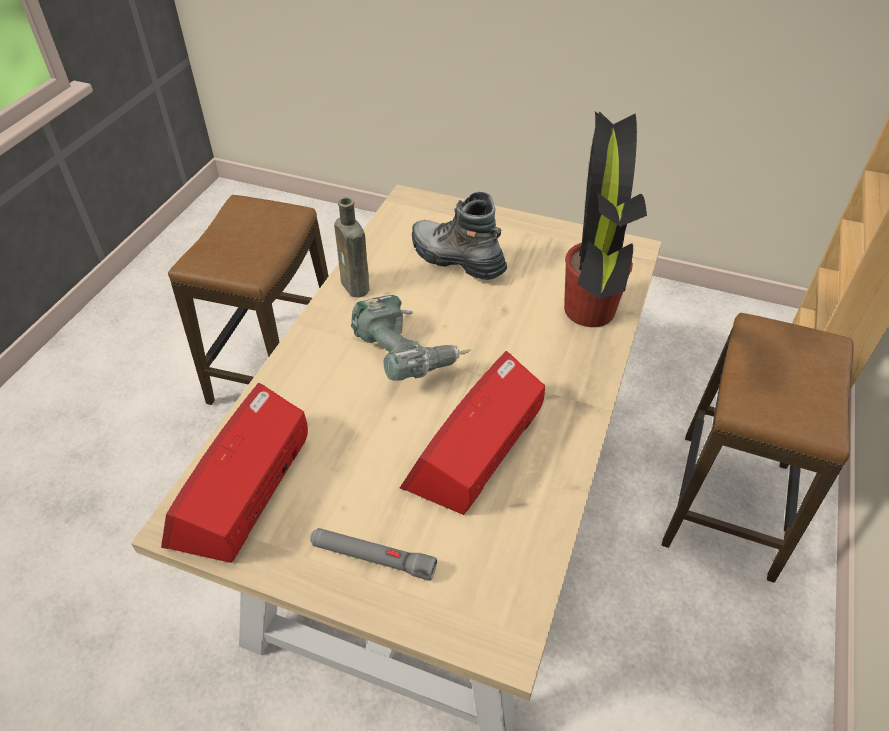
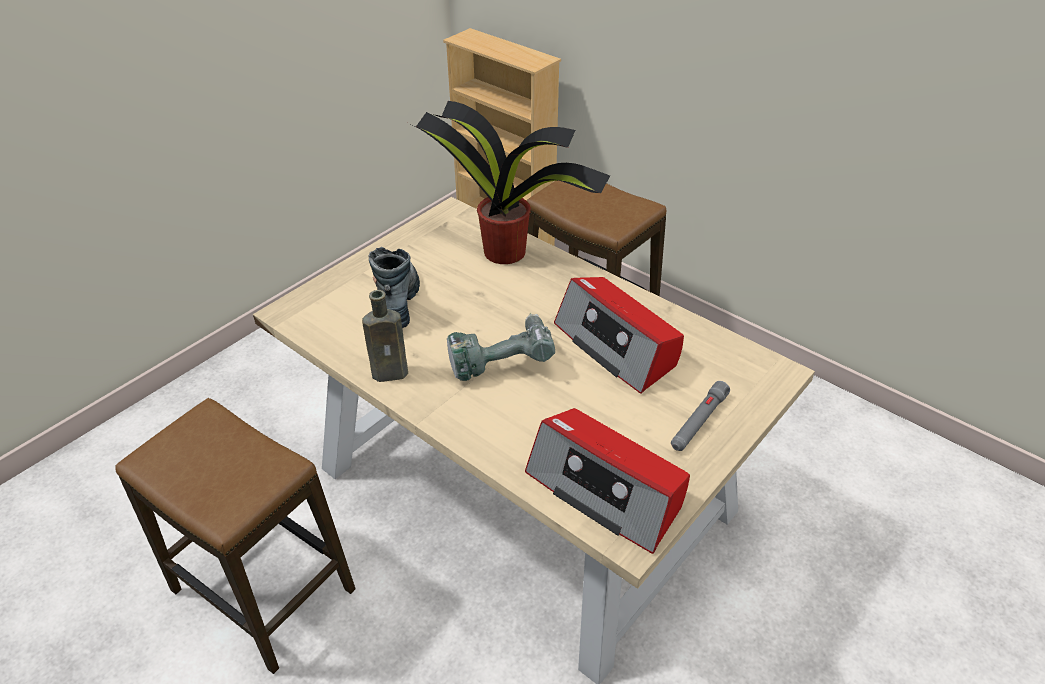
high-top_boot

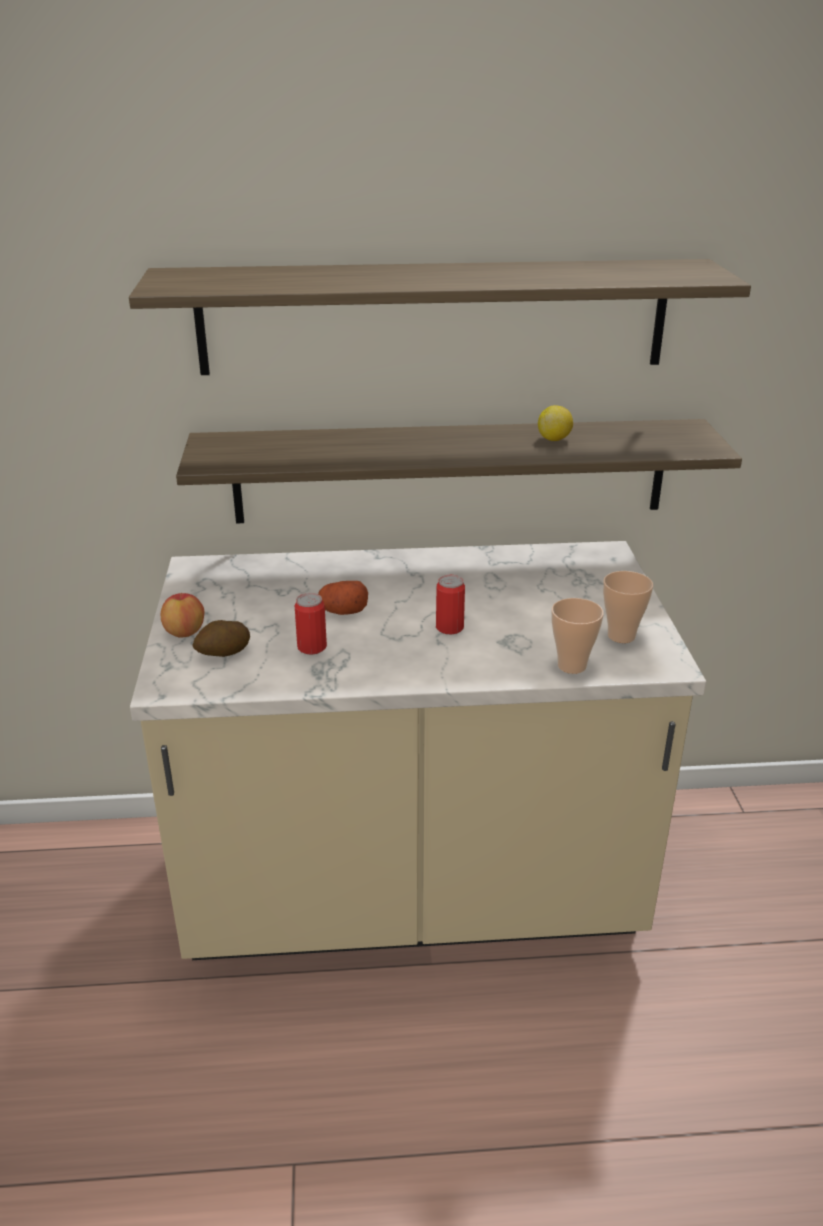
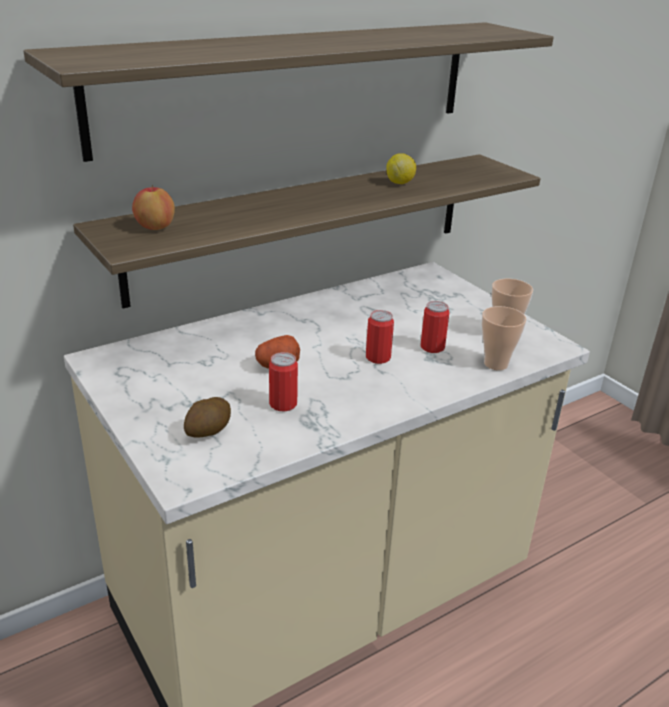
apple
metal_can (3rd from left)

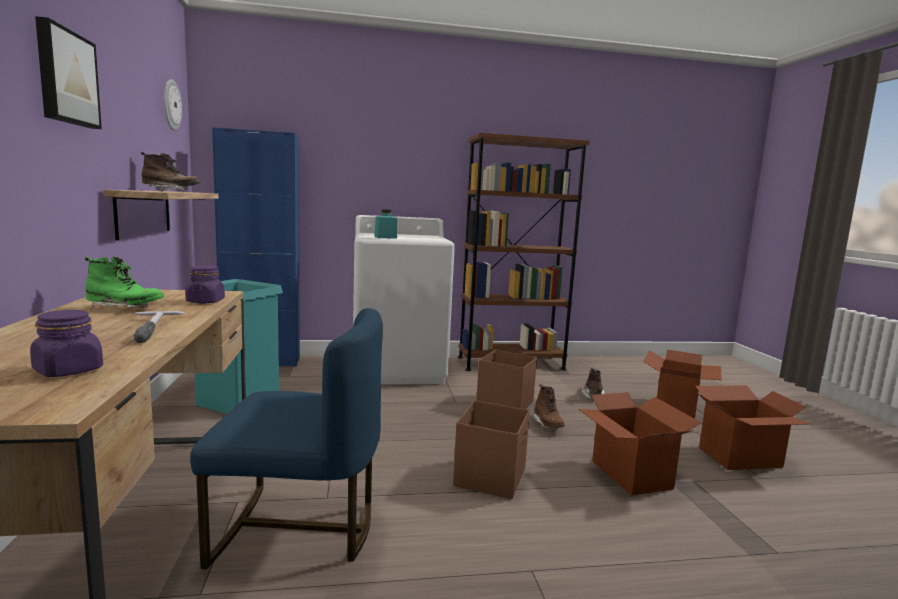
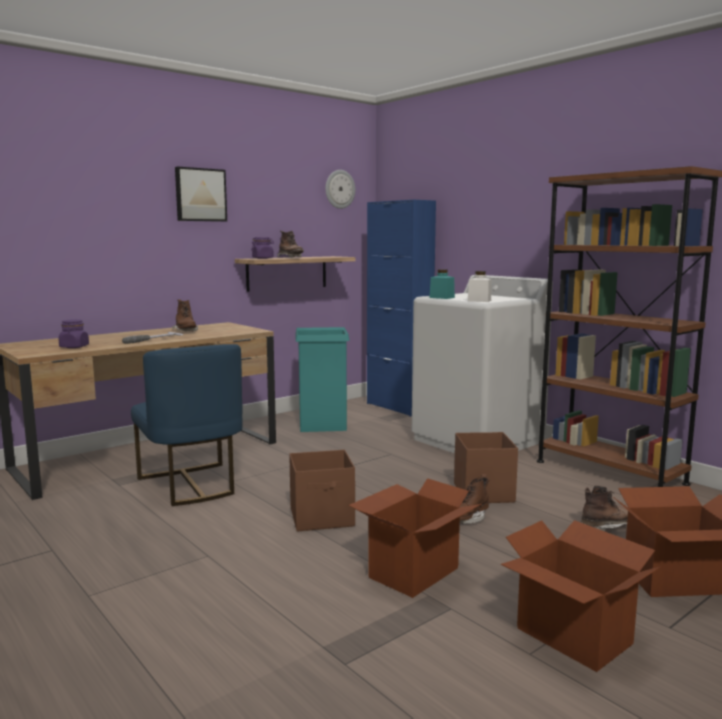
brown_high-top_boot (1st from left)
purple_storage_jar (2nd from left)
white_storage_jar

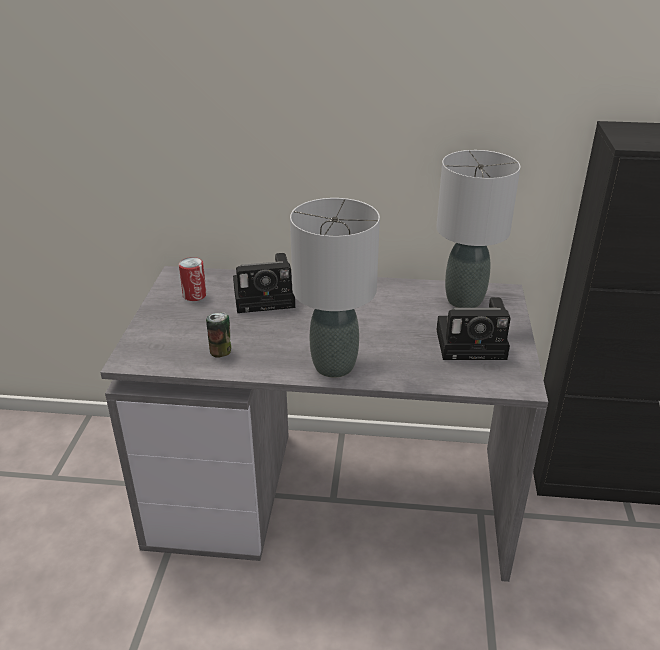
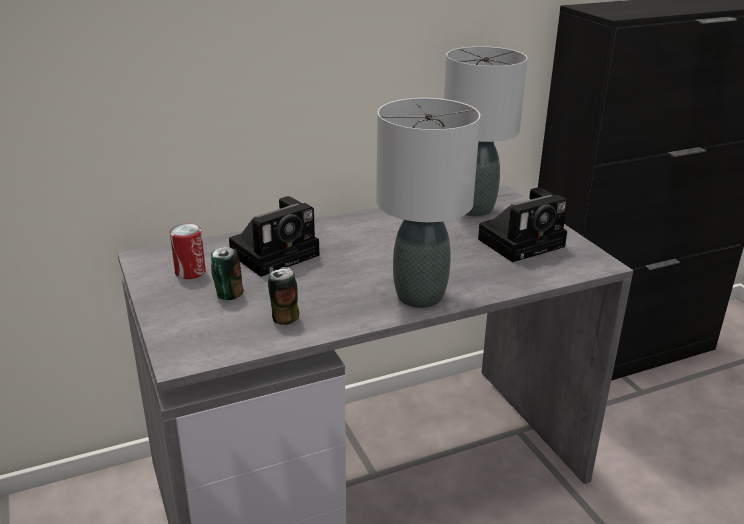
metal_can (2nd from left)

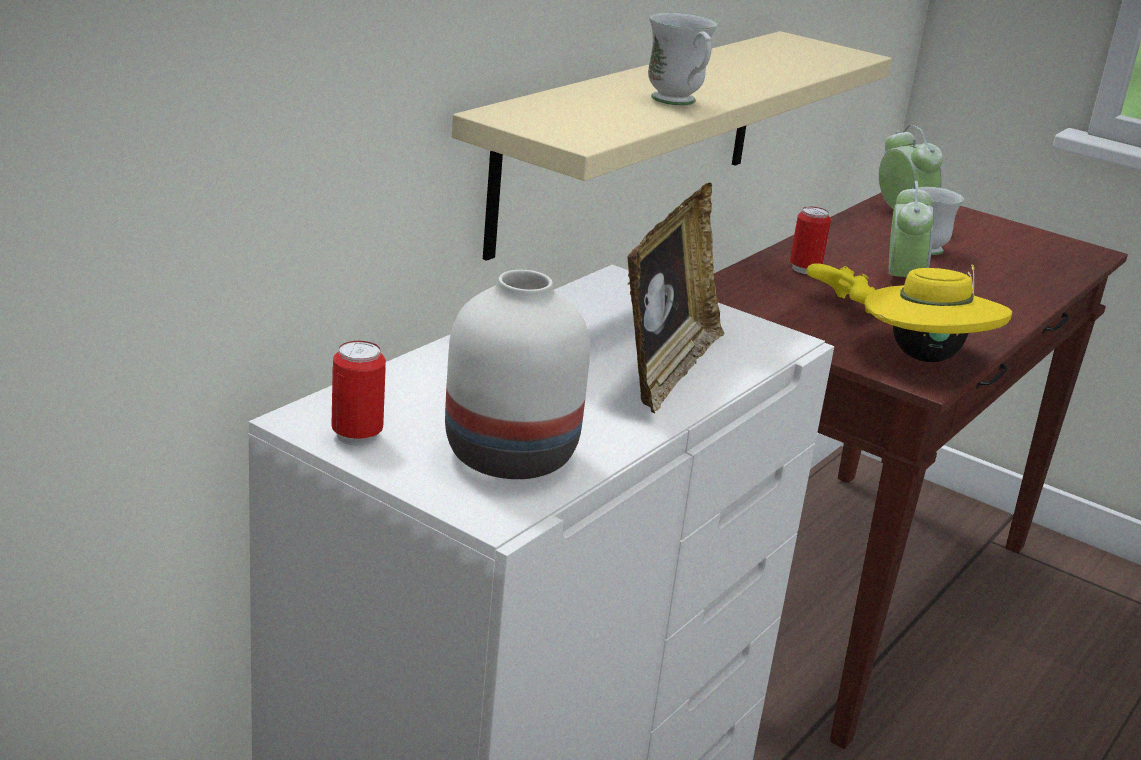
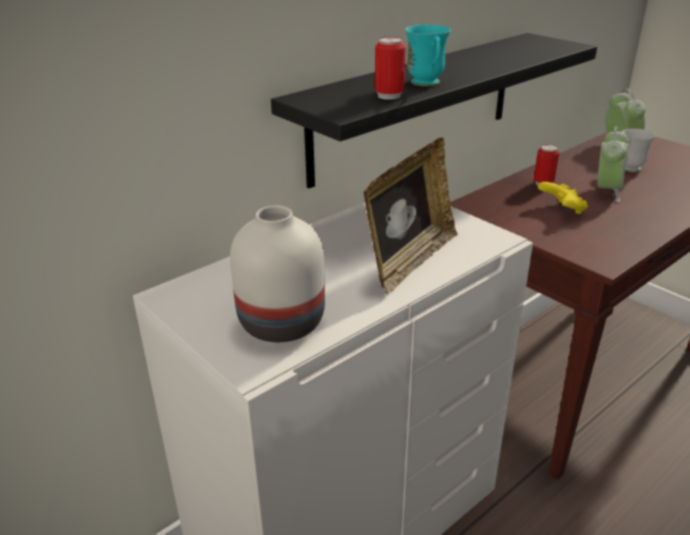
metal_can (1st from left)
black-coloured_bracket_shelf
blue-green_tea_mug
yellowish_wearable_hat

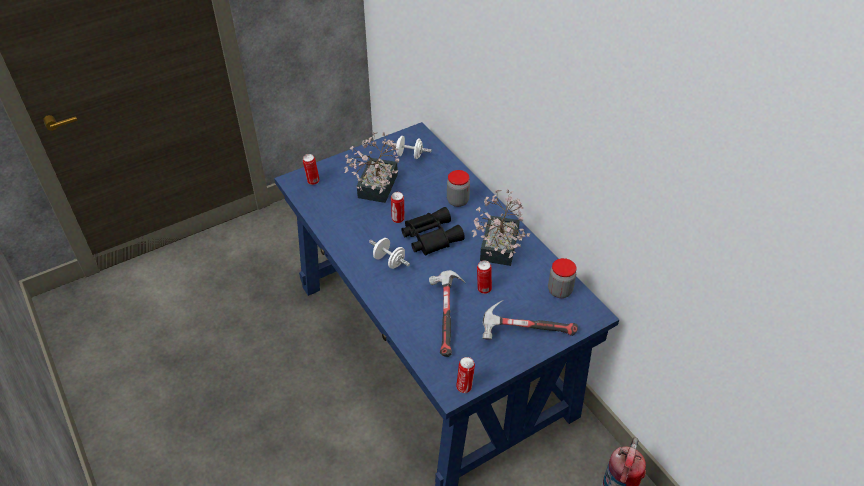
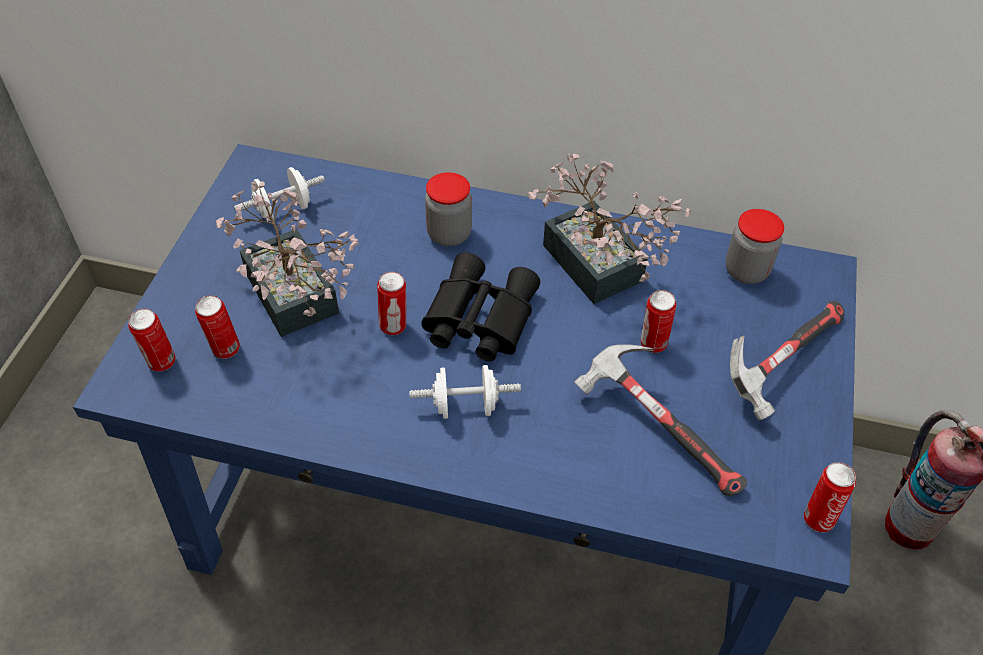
metal_can (2nd from left)

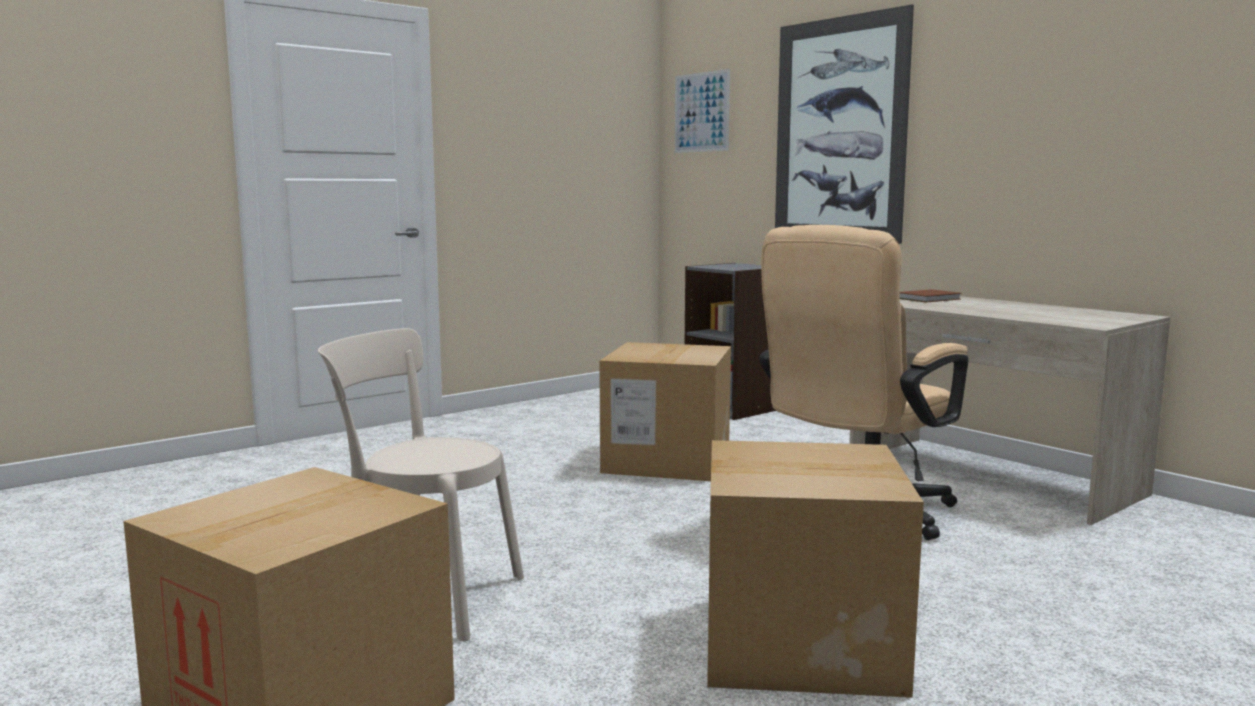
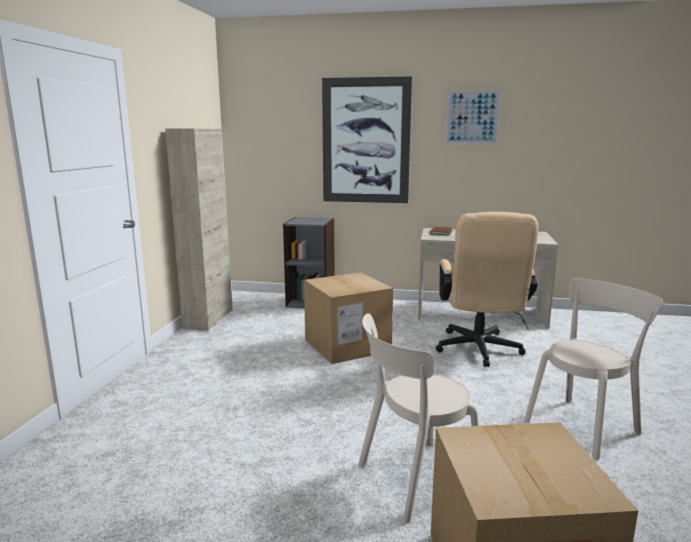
wall_picture (2nd from left)
sand-coloured_plain_chair (2nd from left)
sand-coloured_cabinet

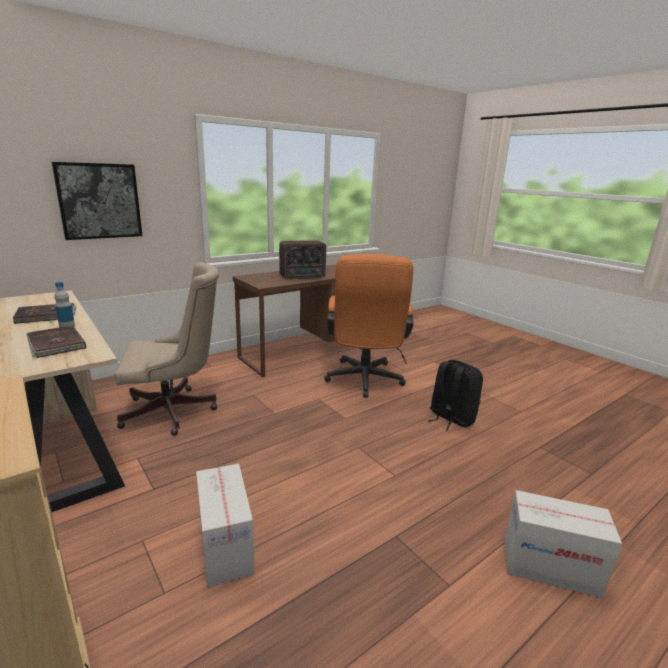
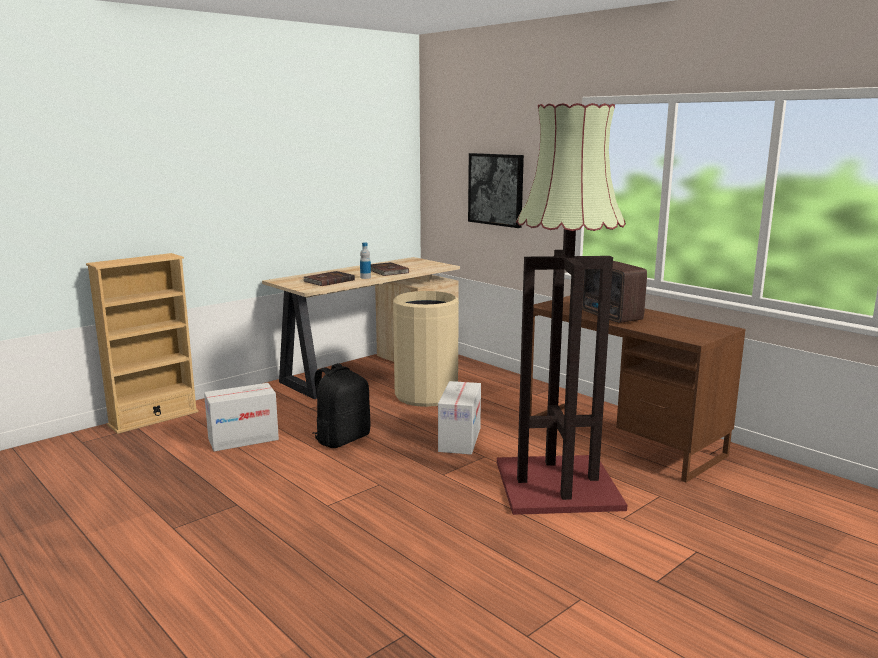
sand-coloured_rubbish_bin
standard_lamp
black-coloured_backpack
carton (2nd from left)

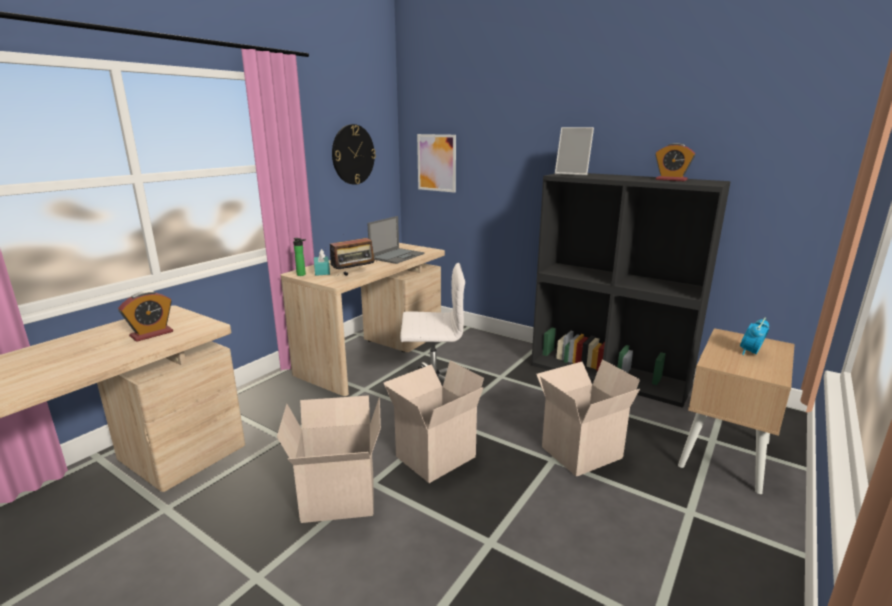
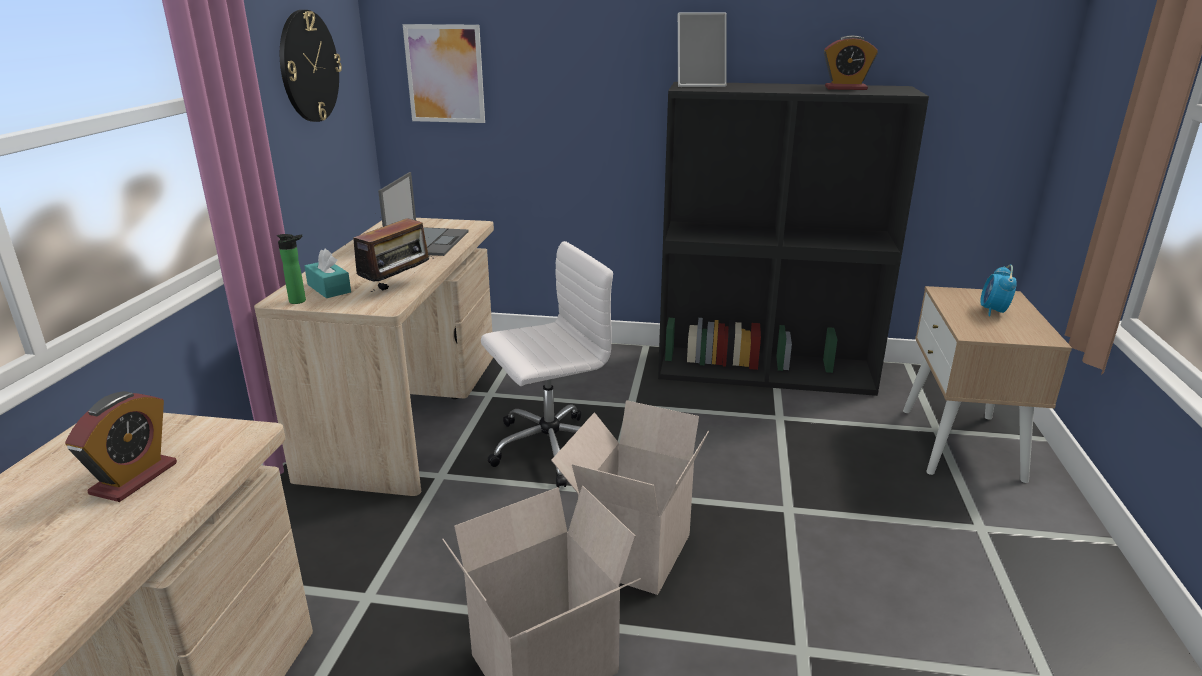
carton (3rd from left in the first image)

